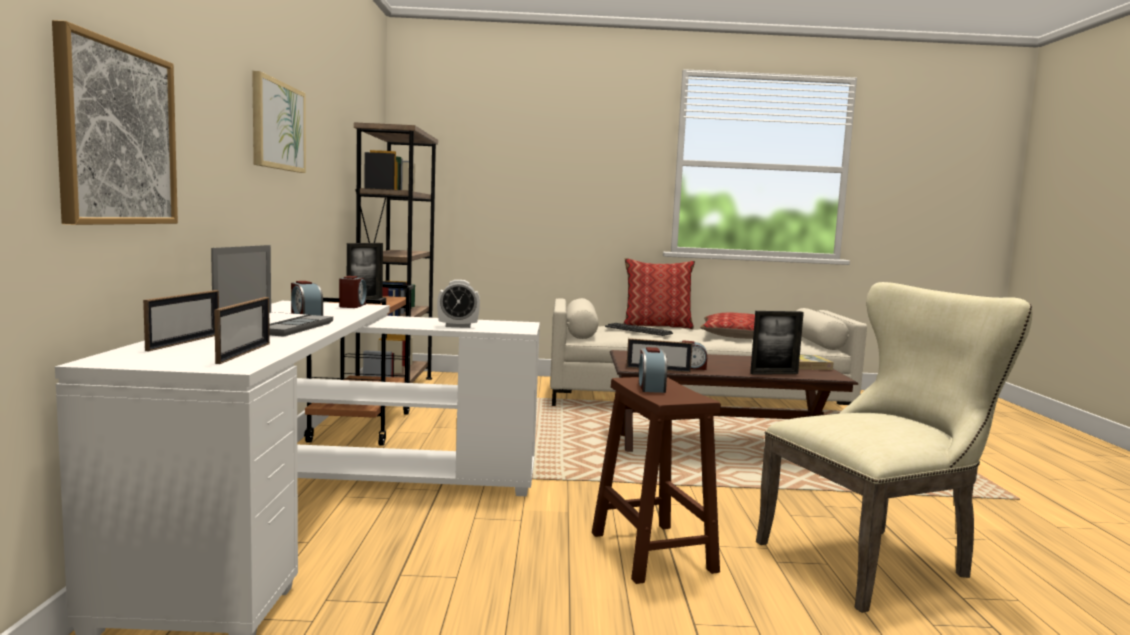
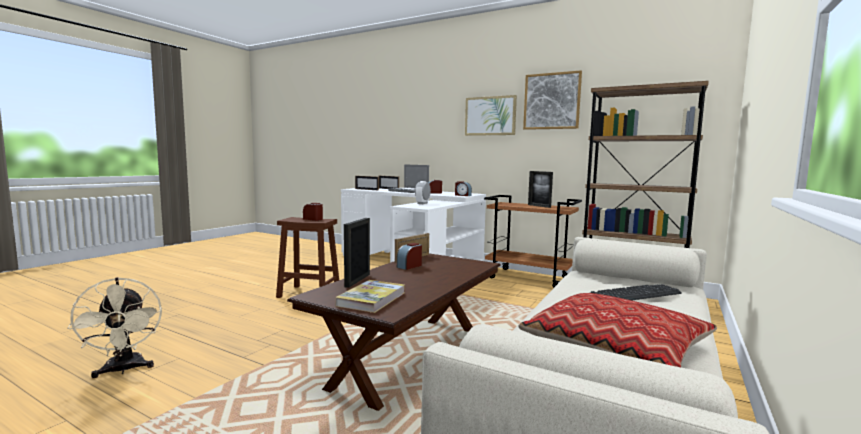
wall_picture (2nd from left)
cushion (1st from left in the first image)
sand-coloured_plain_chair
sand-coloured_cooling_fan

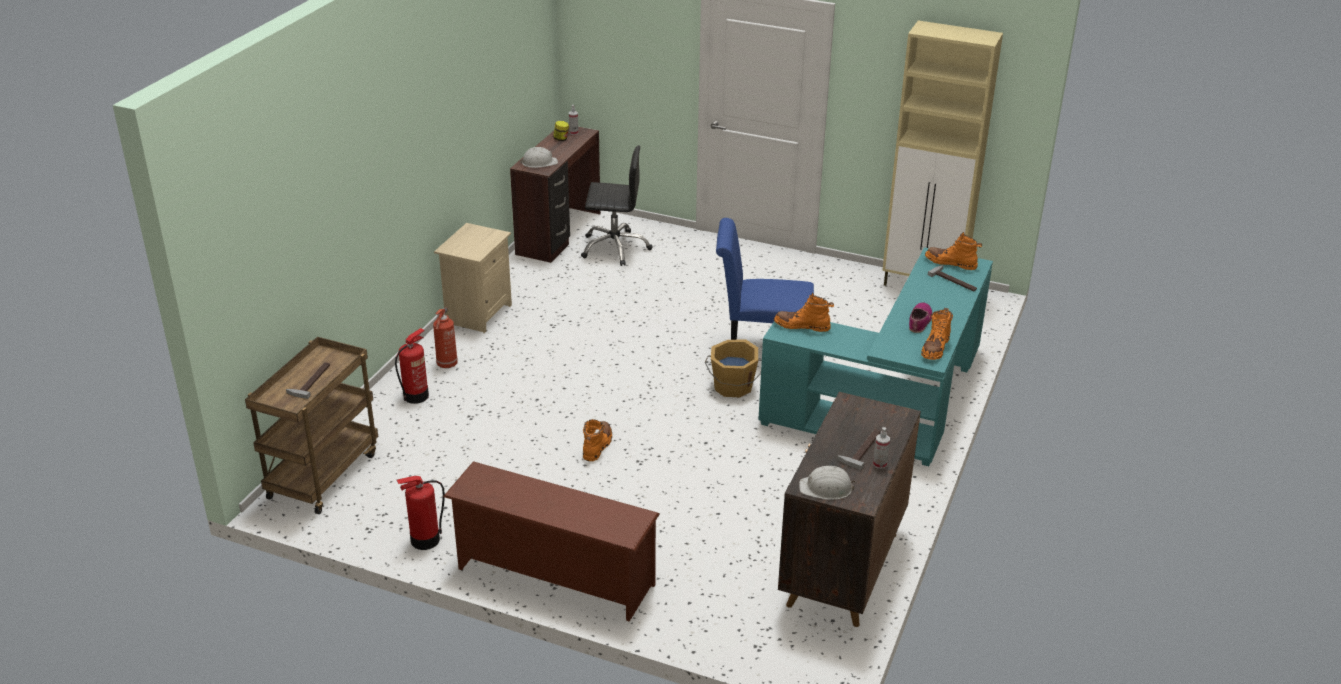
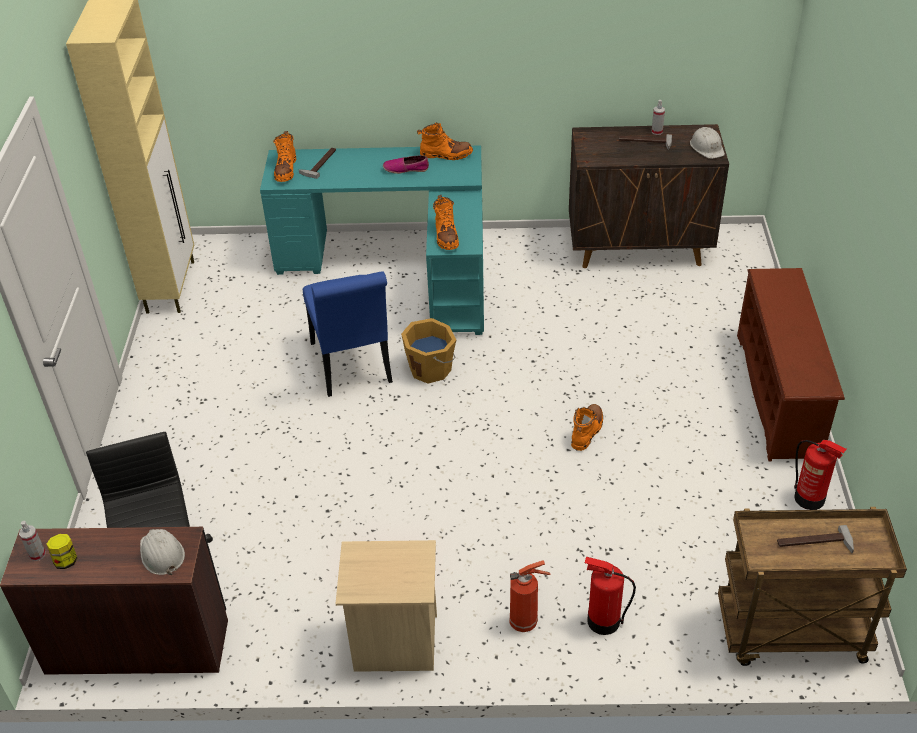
orange-coloured_high-top_boot (4th from left)

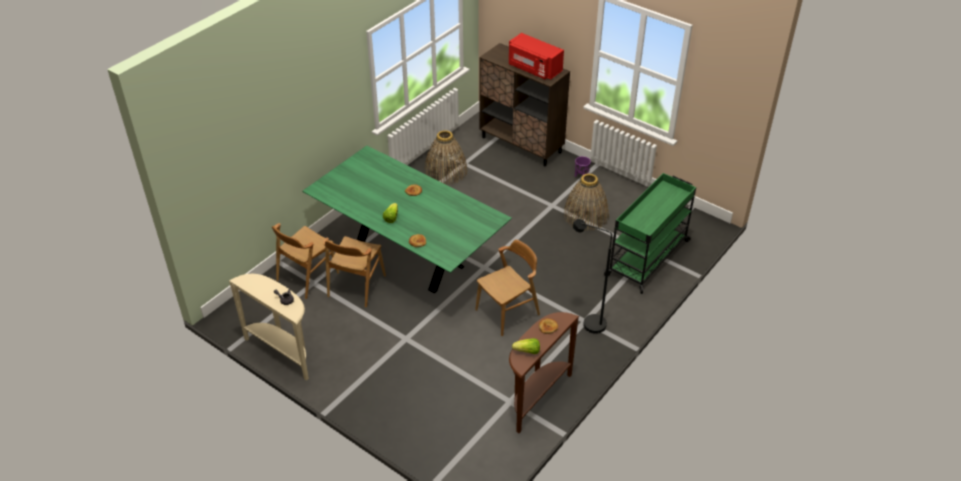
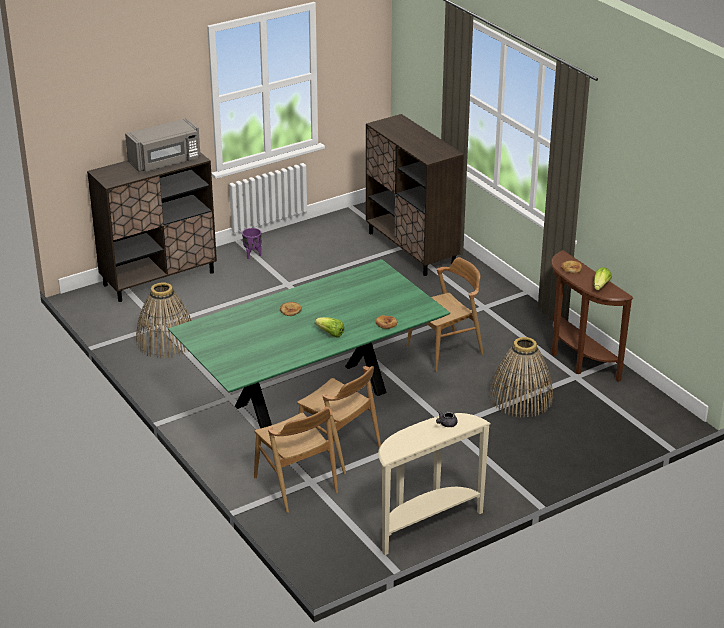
brown_plain_chair (3rd from left)
gray_microwave_oven
household_basket (2nd from left)
black-coloured_standard_lamp
brown_cabinet (2nd from left)

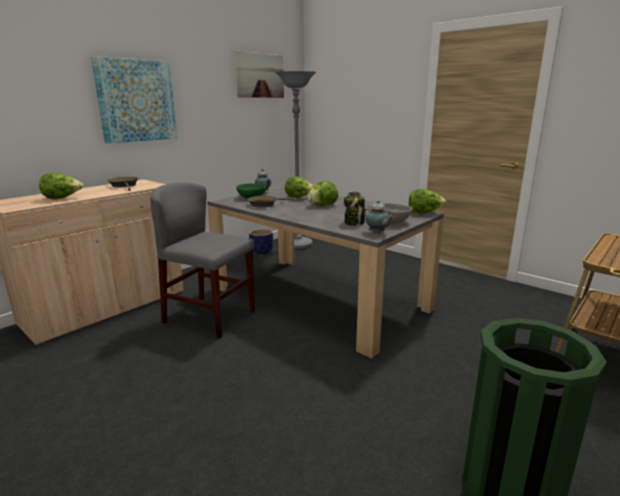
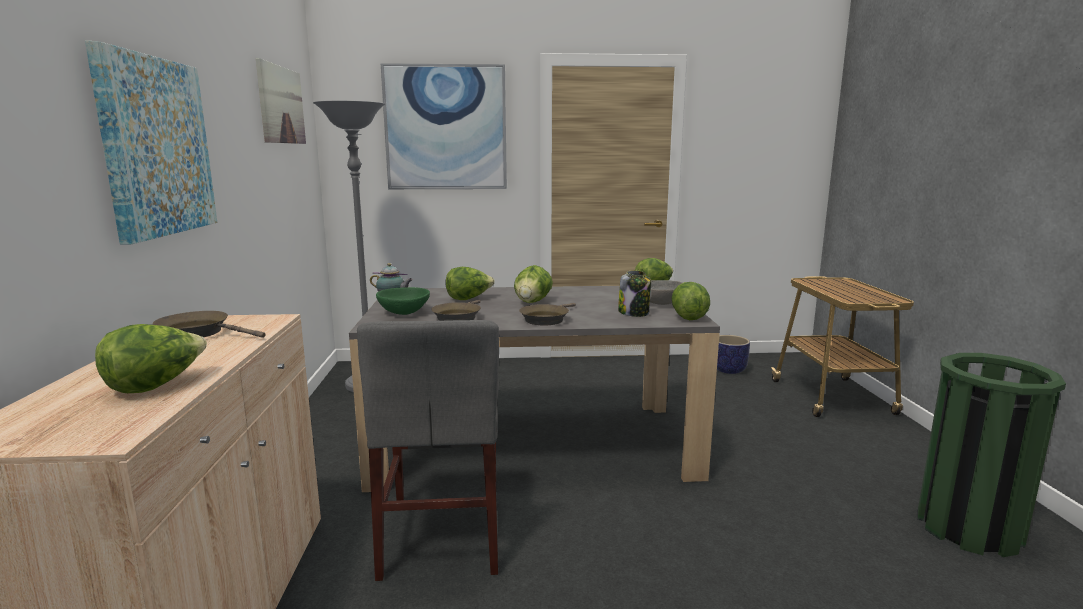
gray_plain_chair
plant_pot
head_of_lettuce (5th from left)
wall_picture (3rd from left)
brown_frying_pan (3rd from left)

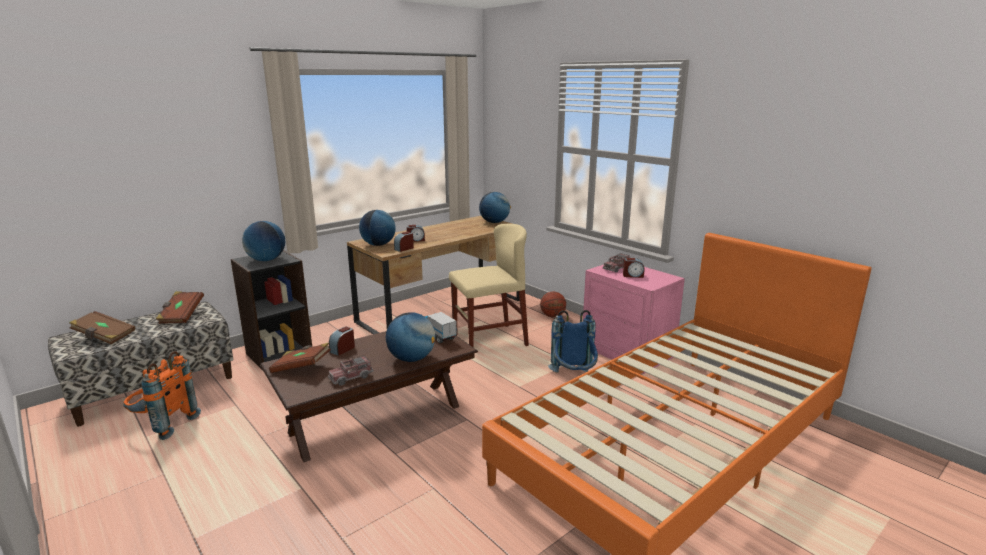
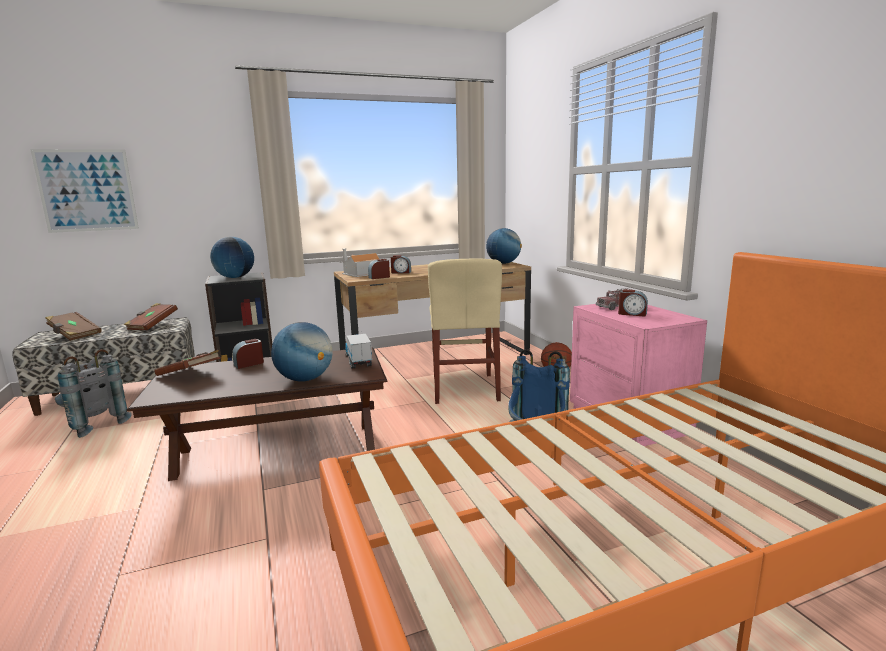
gray_backpack
model_truck (1st from left in the first image)
toy_house
sand-coloured_plain_chair
wall_picture

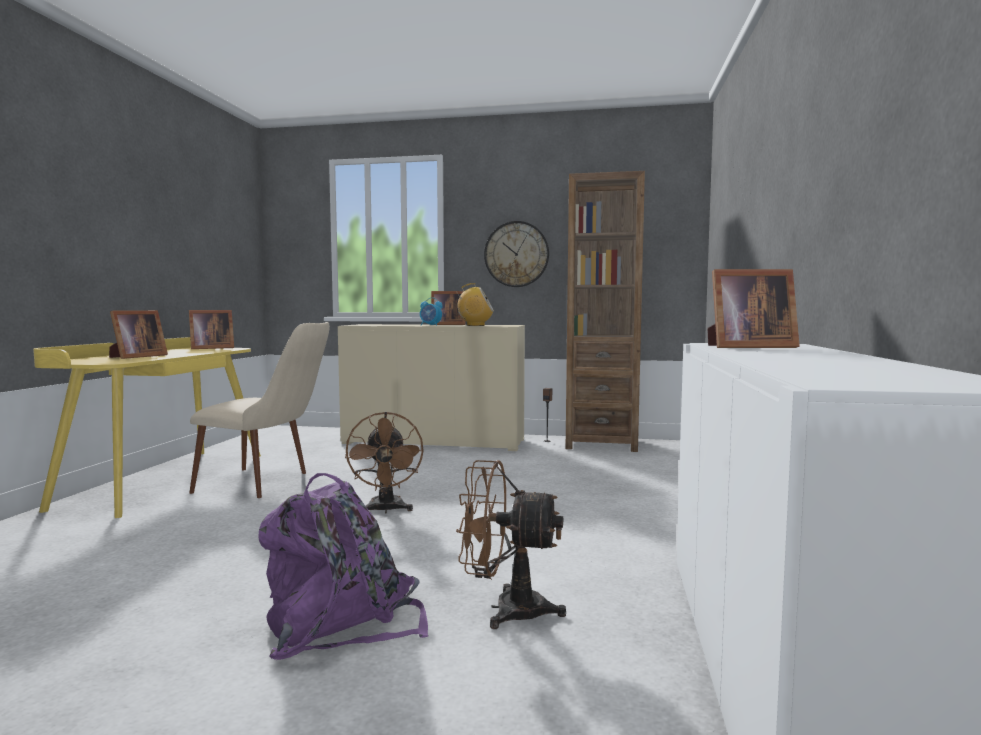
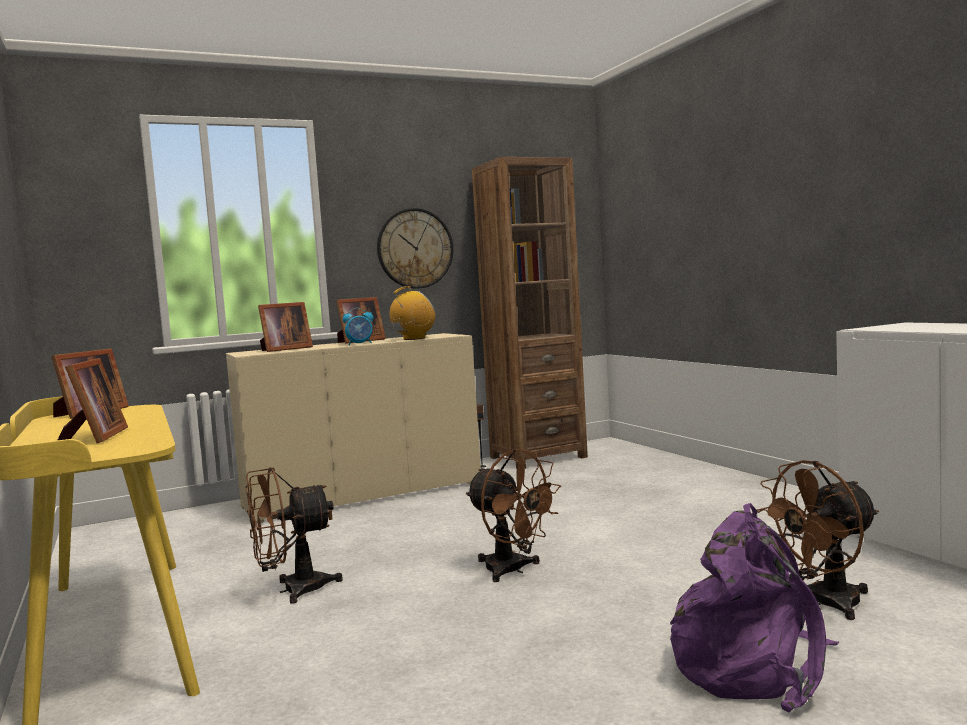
brown_cooling_fan (1st from left)
picture_frame (3rd from left)

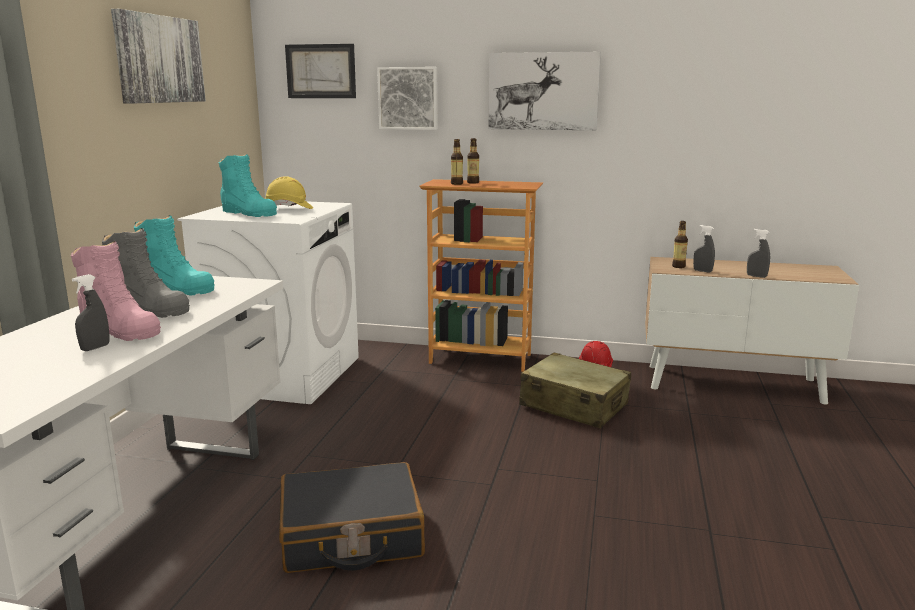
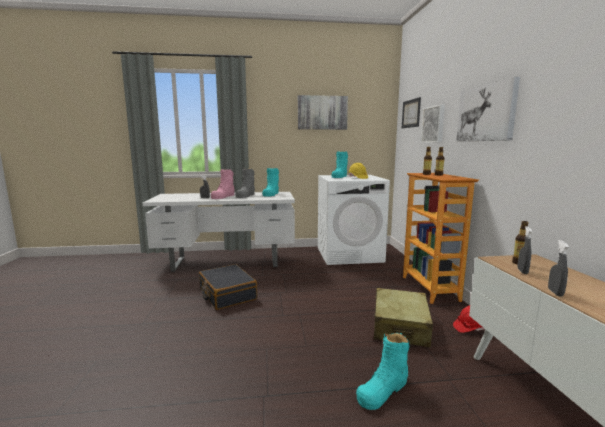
blue-green_high-top_boot (3rd from left)

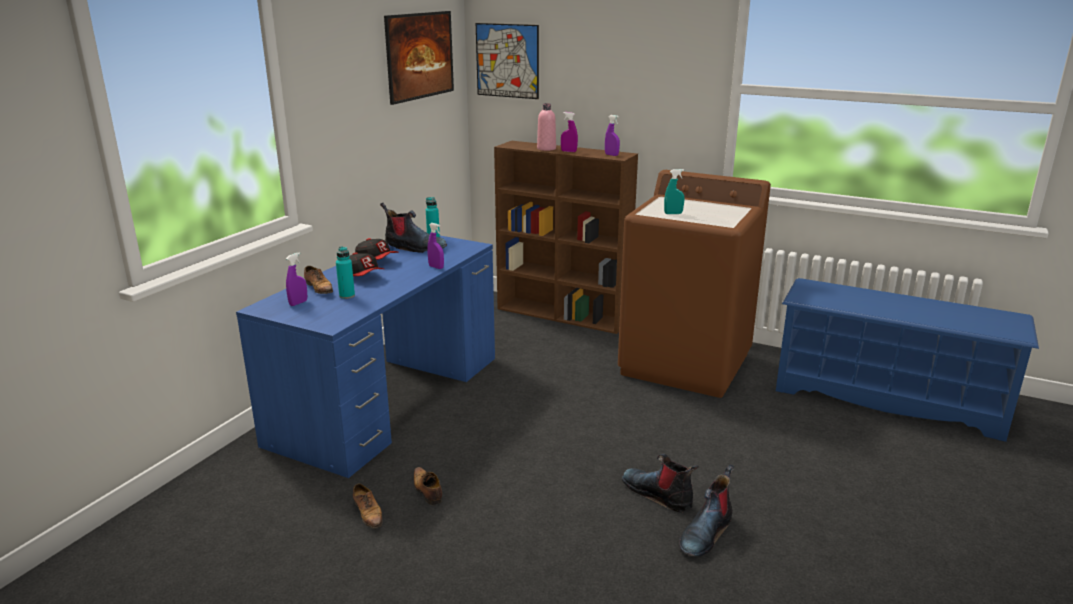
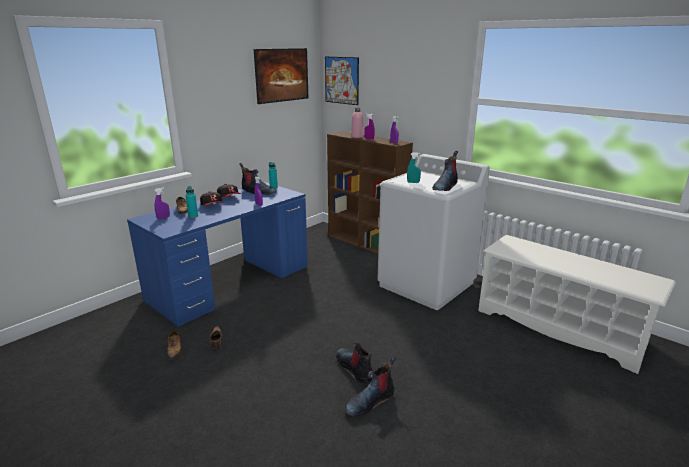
white_washing_machine
white_shoe_rack
high-top_boot (4th from left)

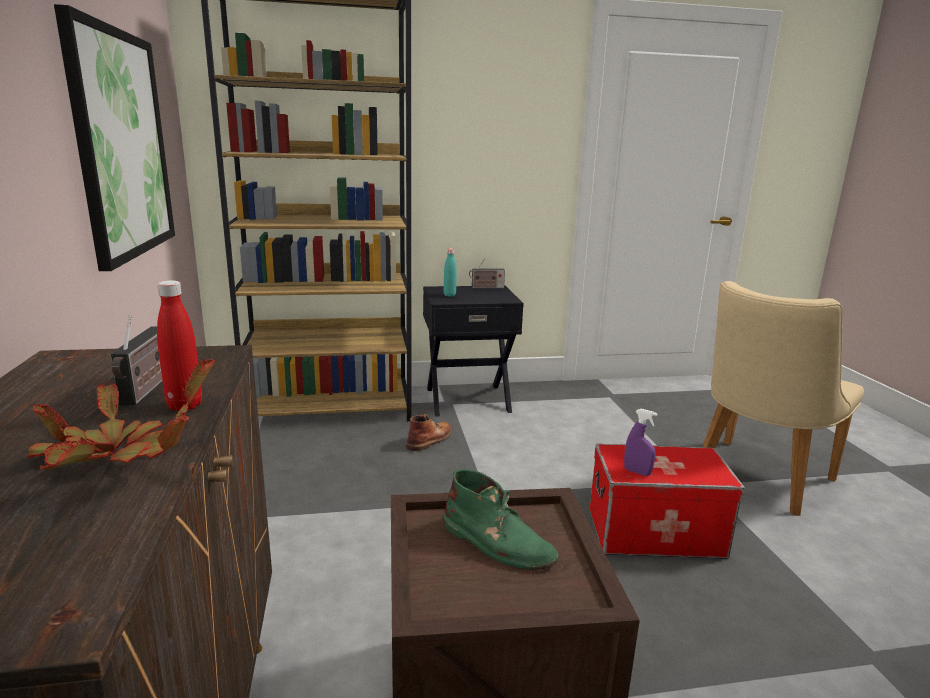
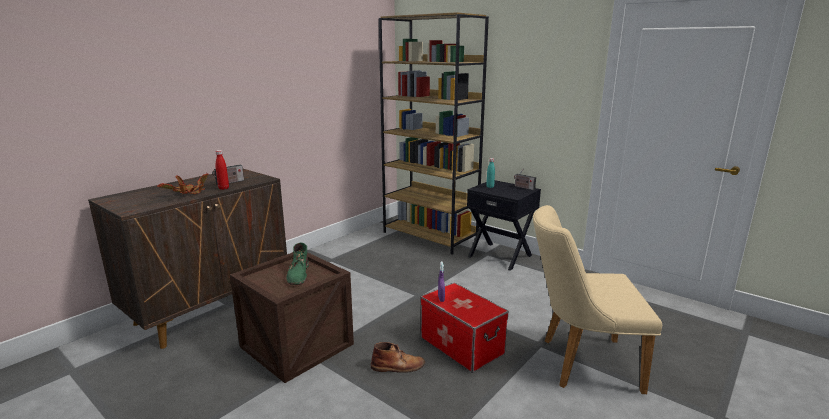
wall_picture
brown_high-top_boot

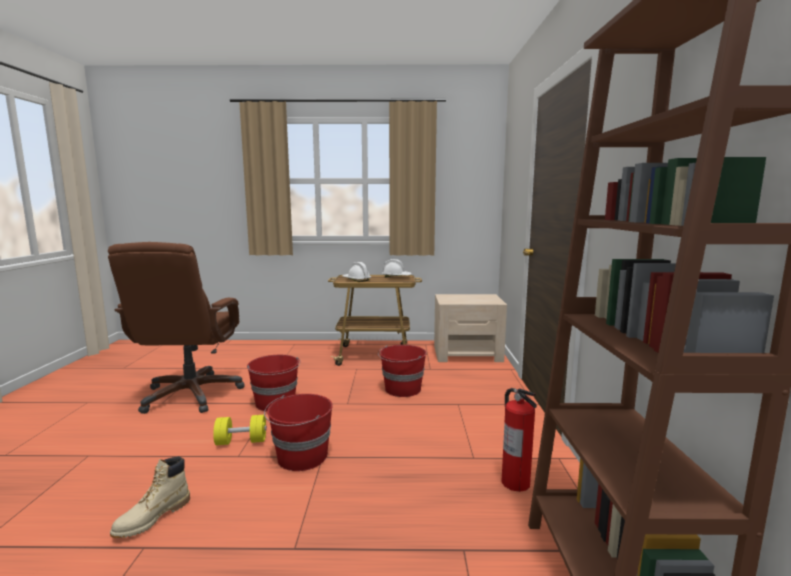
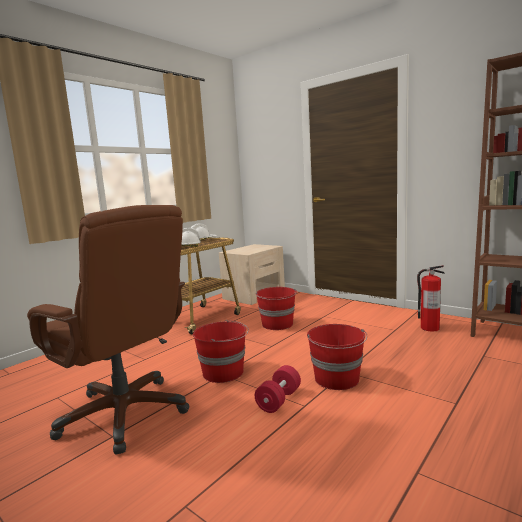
sand-coloured_high-top_boot
reddish_hand_weight

